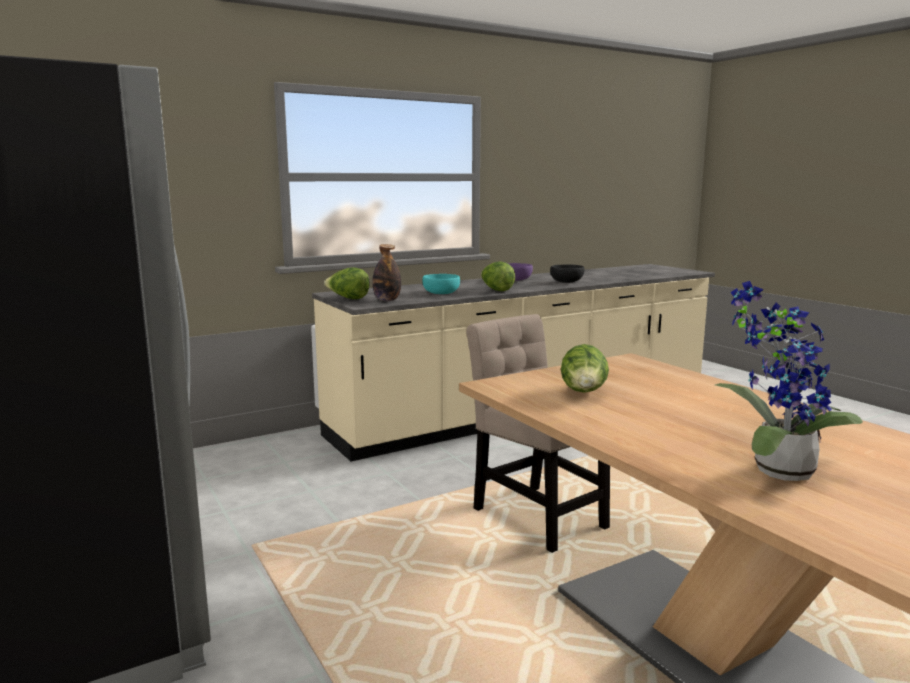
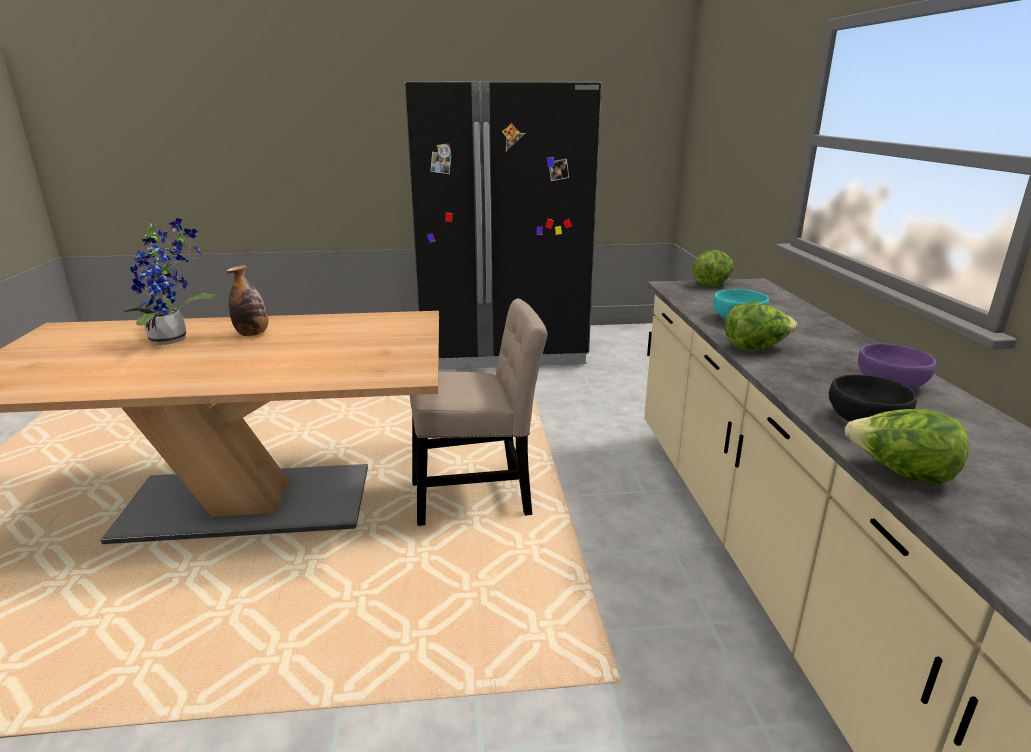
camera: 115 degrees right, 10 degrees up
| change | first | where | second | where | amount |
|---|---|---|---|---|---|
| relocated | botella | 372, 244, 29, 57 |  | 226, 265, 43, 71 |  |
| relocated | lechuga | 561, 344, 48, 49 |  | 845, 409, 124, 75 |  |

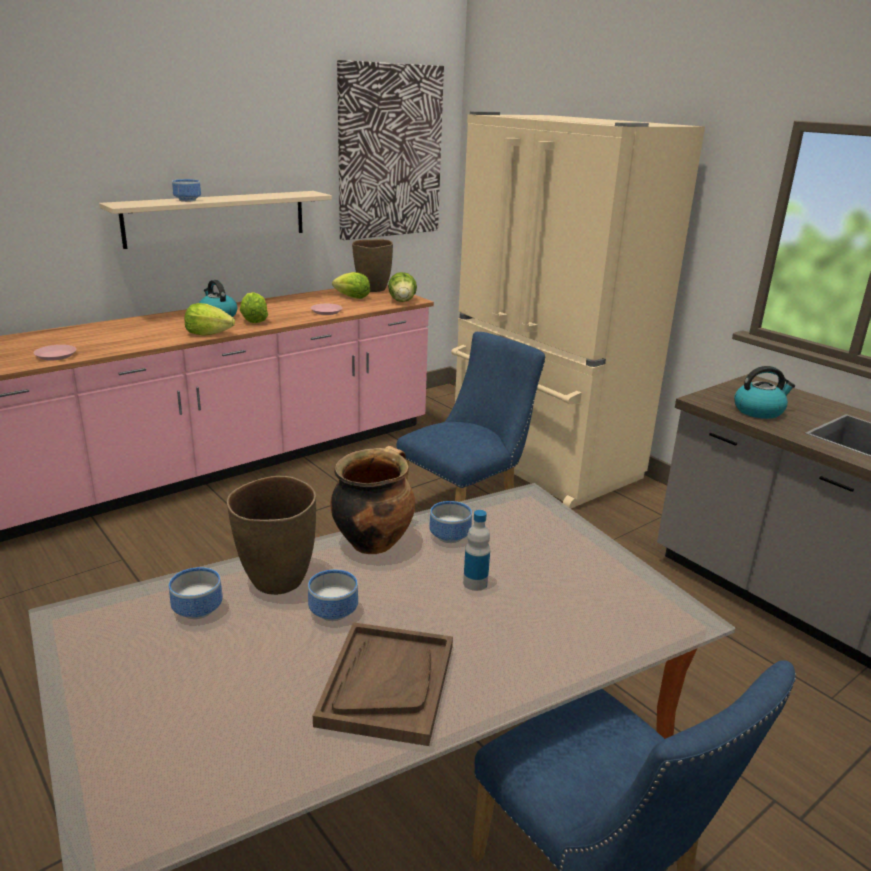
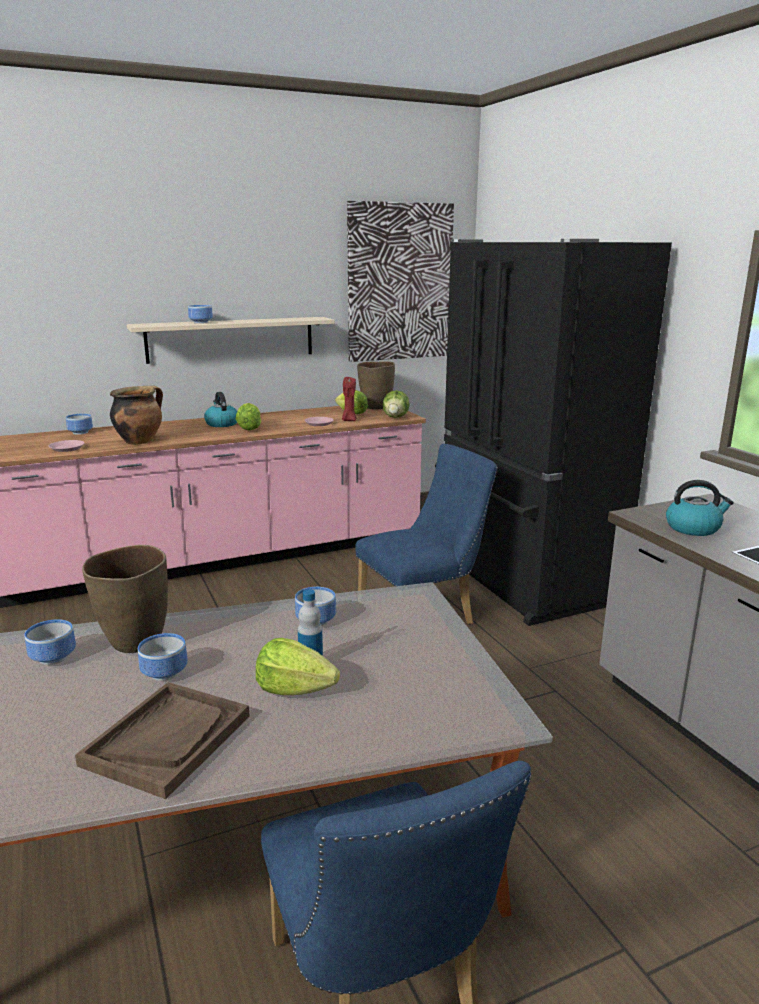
camera: 15 degrees right, 5 degrees down
| change | first | where | second | where | amount |
|---|---|---|---|---|---|
| relocated | lechuga | 185, 303, 50, 33 |  | 256, 638, 84, 57 |  |
| relocated | olla | 330, 446, 85, 108 |  | 110, 386, 53, 59 |  |
| colour | nevera/beis | 451, 111, 254, 398 | nevera/negro | 435, 239, 237, 387 |  |
| appeared |  |  | cuenco | 66, 414, 27, 21 |  |
| appeared |  |  | vela/rojo | 342, 377, 15, 44 |  |

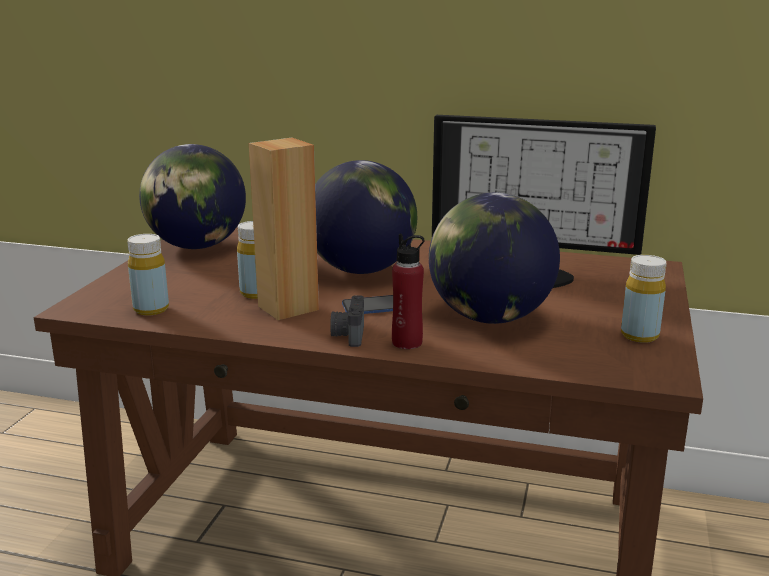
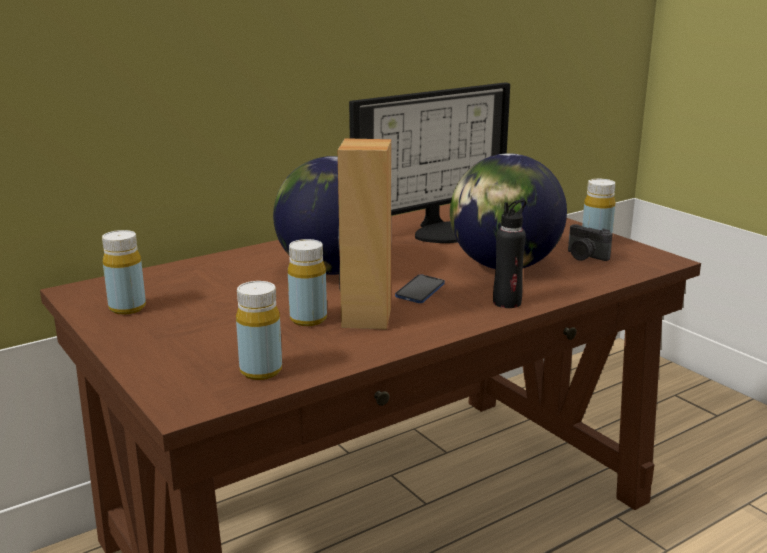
camera: 50 degrees left, 0 degrees up
| change | first | where | second | where | amount |
|---|---|---|---|---|---|
| exchanged | globo terráqueo | 139, 144, 107, 105 | botella/amarillo | 102, 230, 44, 85 |  |
| relocated | cámara | 330, 295, 34, 52 |  | 568, 224, 45, 37 |  |
| colour | botella/rojo | 392, 234, 32, 115 | botella/negro | 493, 199, 33, 109 |  |

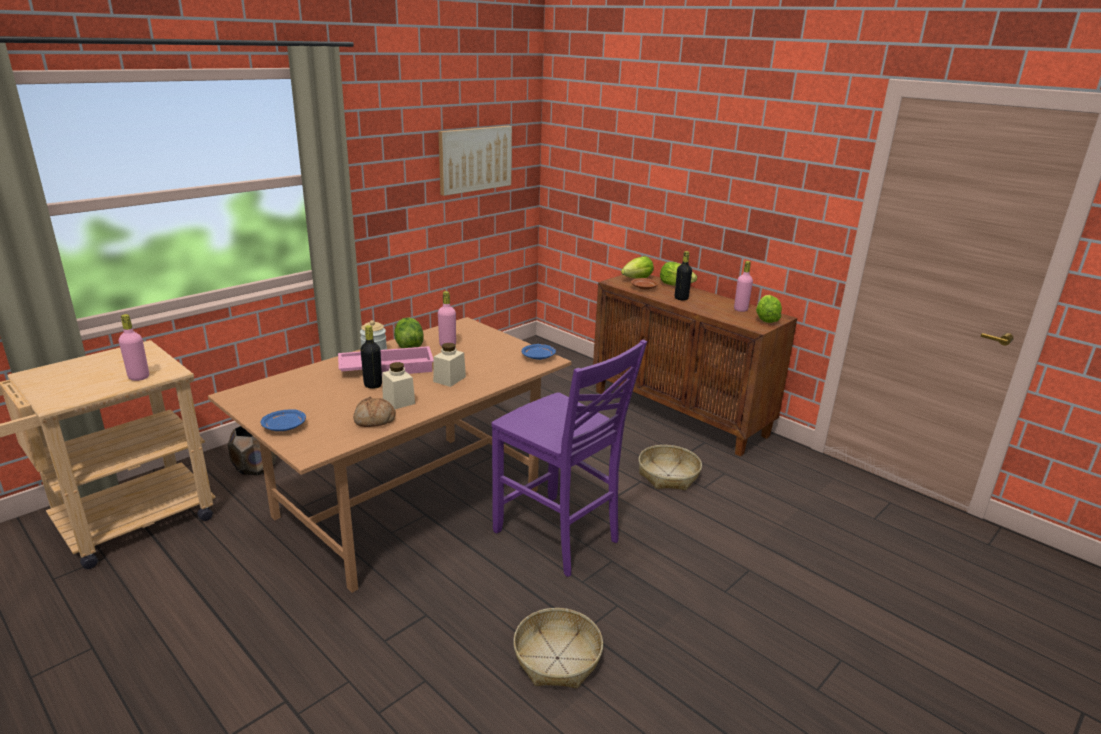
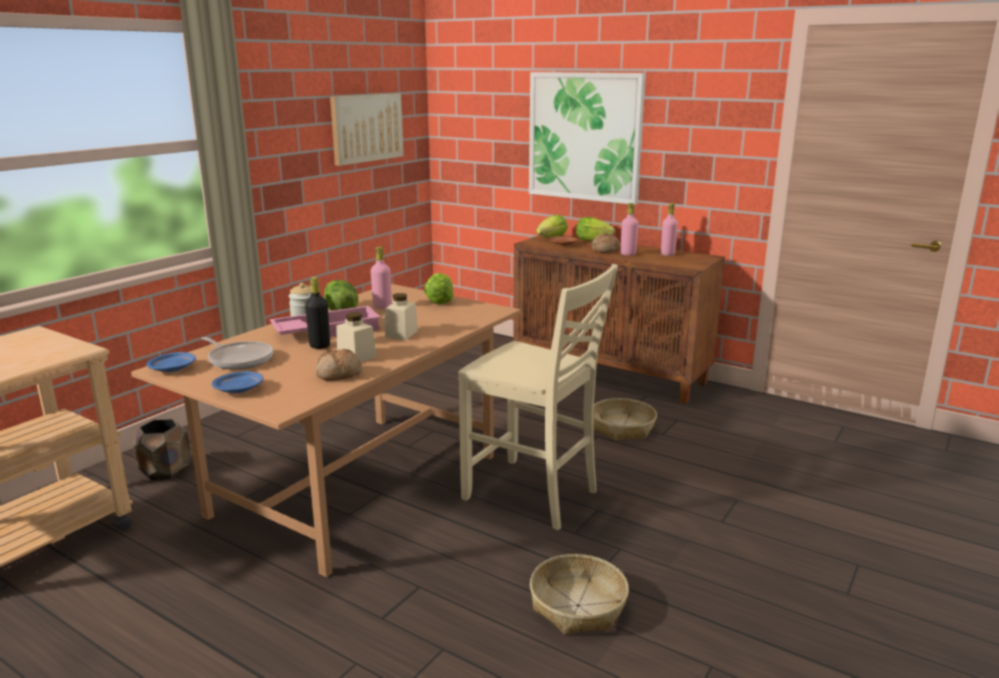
camera: 10 degrees left, 5 degrees down
| change | first | where | second | where | amount |
|---|---|---|---|---|---|
| relocated | botella/rosa | 119, 314, 30, 67 |  | 621, 203, 18, 52 |  |
| colour | silla/morado | 492, 340, 155, 237 | silla/beis | 458, 264, 160, 266 |  |
| relocated | plato/azul | 521, 344, 35, 16 |  | 146, 352, 50, 20 |  |
| exchanged | botella/negro | 675, 251, 17, 50 | pan | 592, 233, 28, 20 |  |
| relocated | lechuga | 756, 295, 26, 28 |  | 424, 273, 30, 31 |  |
| appeared |  |  | sartén | 201, 337, 72, 32 |  |
| appeared |  |  | cuadro | 529, 72, 116, 133 |  |

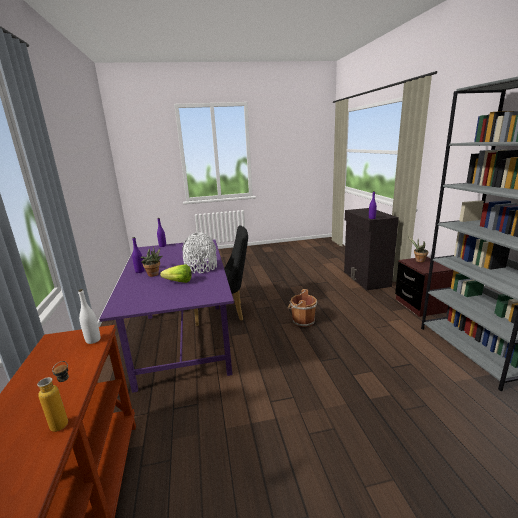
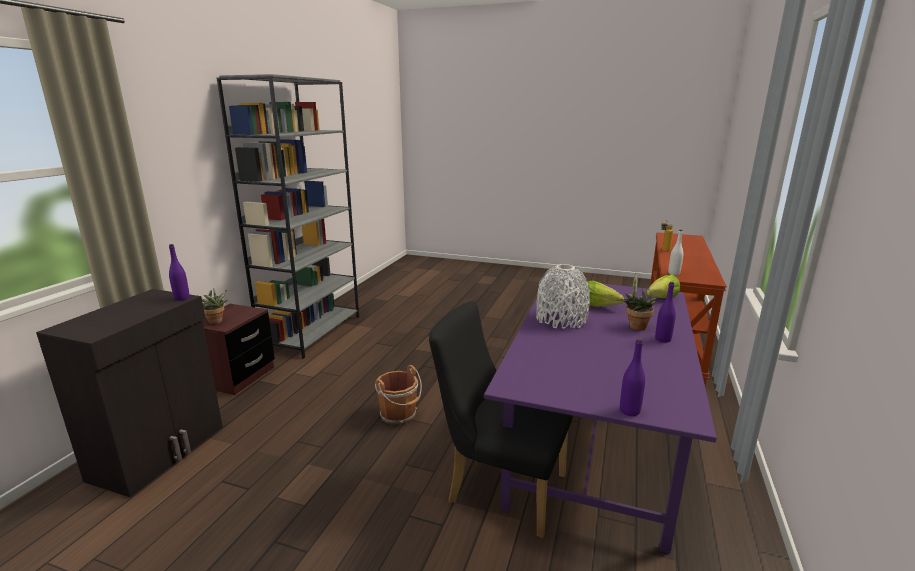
camera: 150 degrees left, 0 degrees up
| change | first | where | second | where | amount |
|---|---|---|---|---|---|
| appeared |  |  | lechuga | 647, 275, 33, 23 |  |

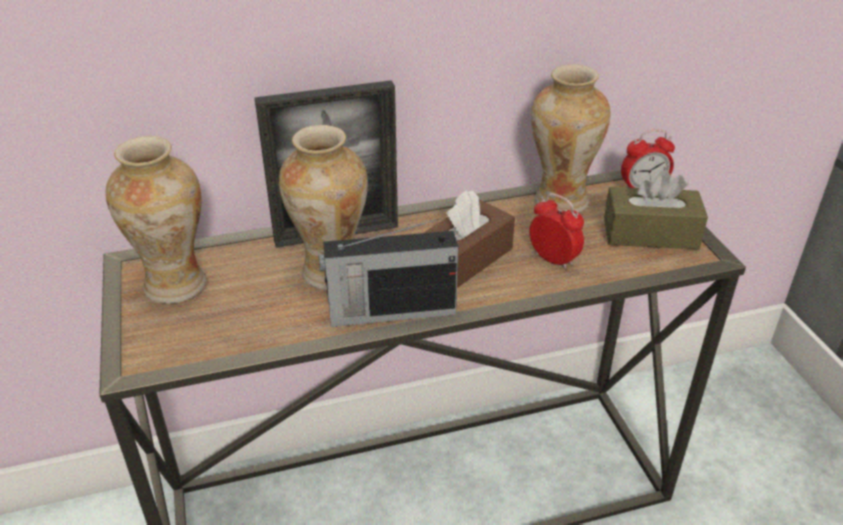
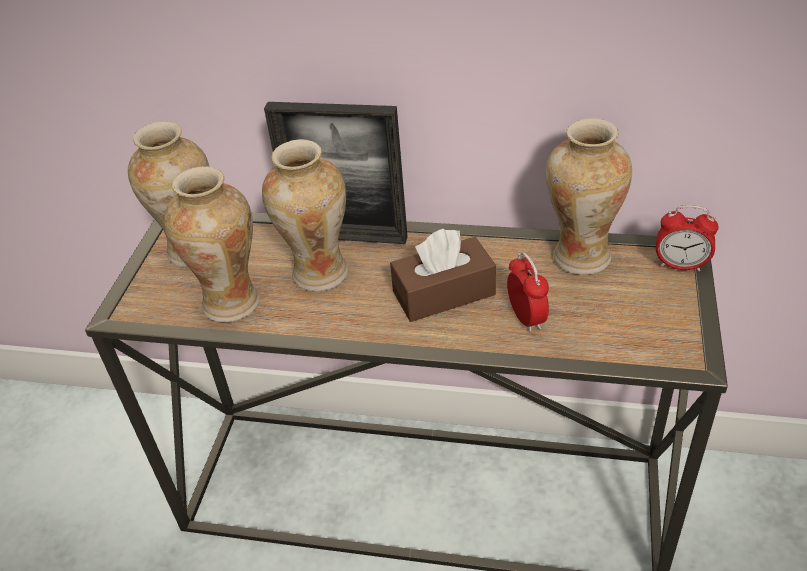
camera: 30 degrees right, 5 degrees up
| change | first | where | second | where | amount |
|---|---|---|---|---|---|
| missing | radio | 319, 219, 139, 108 |  |  |  |
| missing | caja de pañuelos/marrón | 604, 170, 104, 79 |  |  |  |
| appeared |  |  | florero | 164, 166, 96, 156 |  |

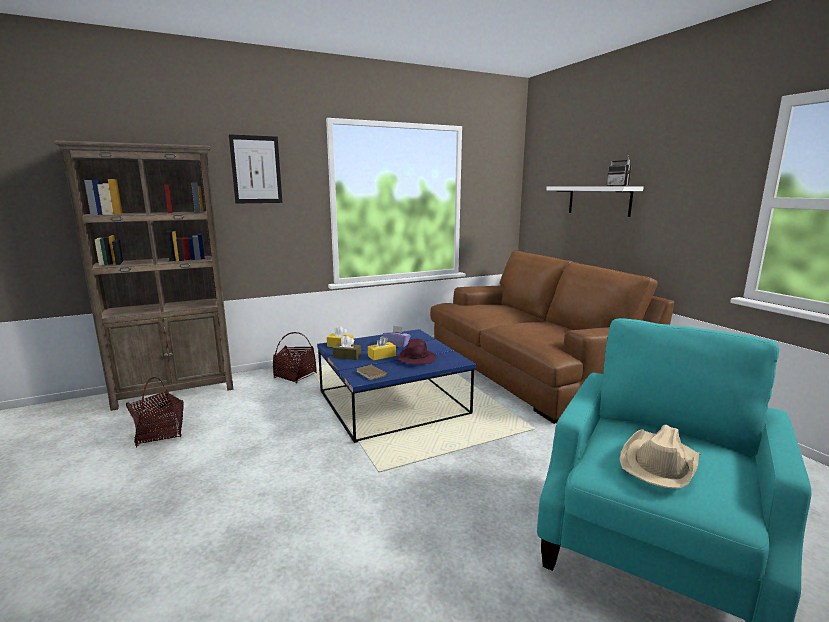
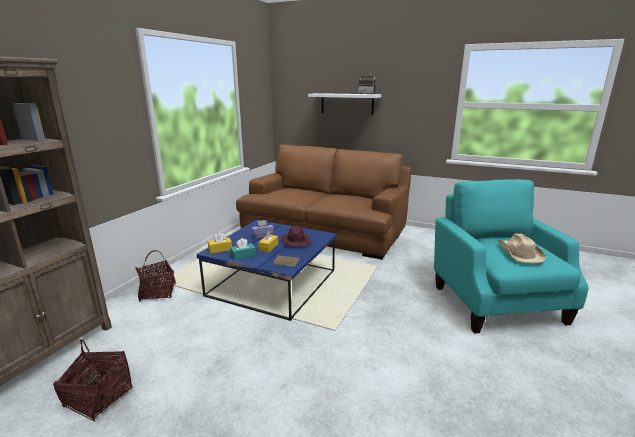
camera: 40 degrees left, 5 degrees up
| change | first | where | second | where | amount |
|---|---|---|---|---|---|
| missing | cuadro | 229, 134, 53, 70 |  |  |  |
| colour | caja de pañuelos/marrón | 333, 336, 28, 24 | caja de pañuelos/turquesa | 230, 238, 26, 23 |  |

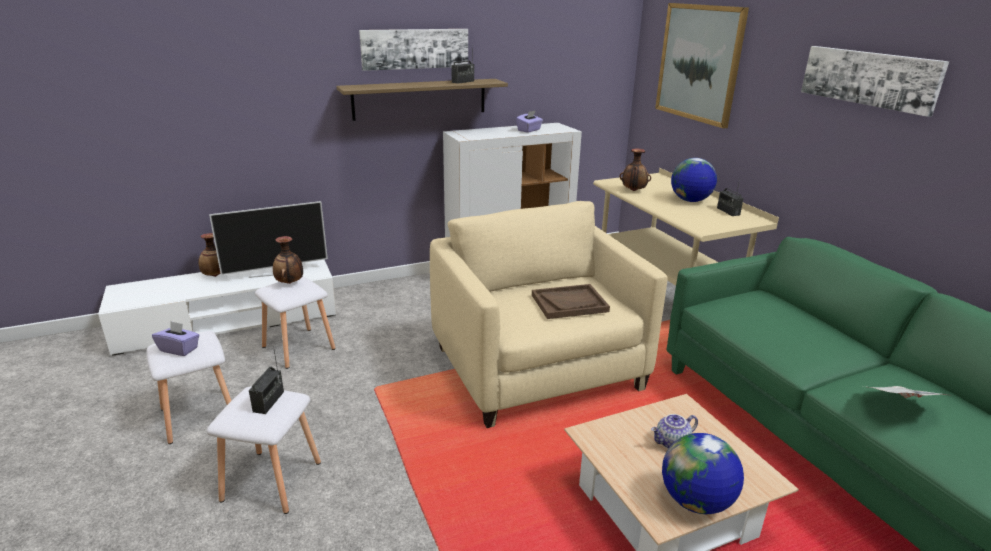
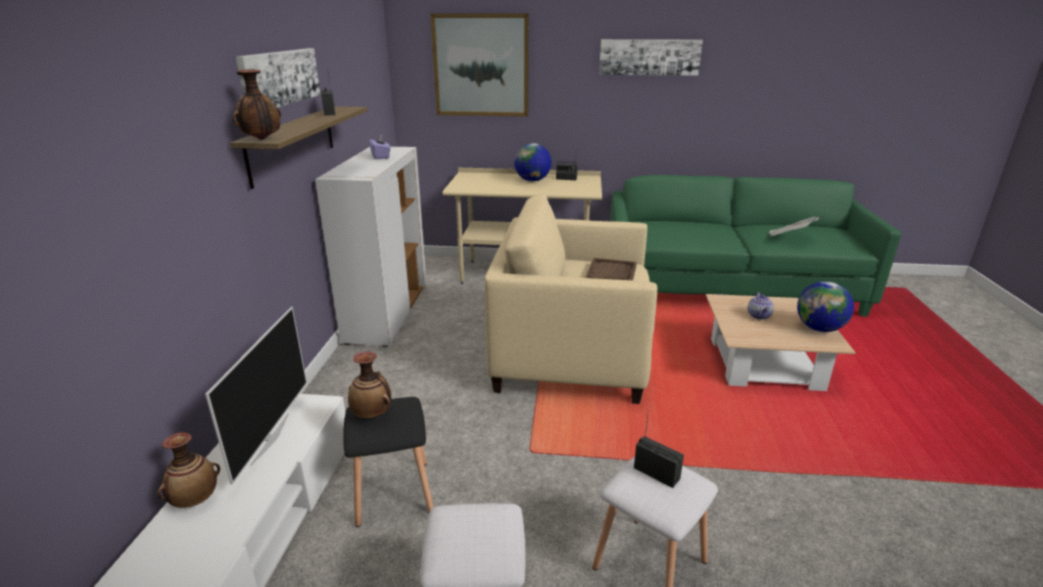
camera: 60 degrees left, 0 degrees up
| change | first | where | second | where | amount |
|---|---|---|---|---|---|
| missing | caja de pañuelos/morado | 152, 321, 47, 35 |  |  |  |
| colour | taburete/blanco | 255, 276, 80, 93 | taburete/negro | 343, 397, 90, 130 |  |
| relocated | florero | 619, 149, 32, 42 |  | 232, 70, 49, 70 |  |

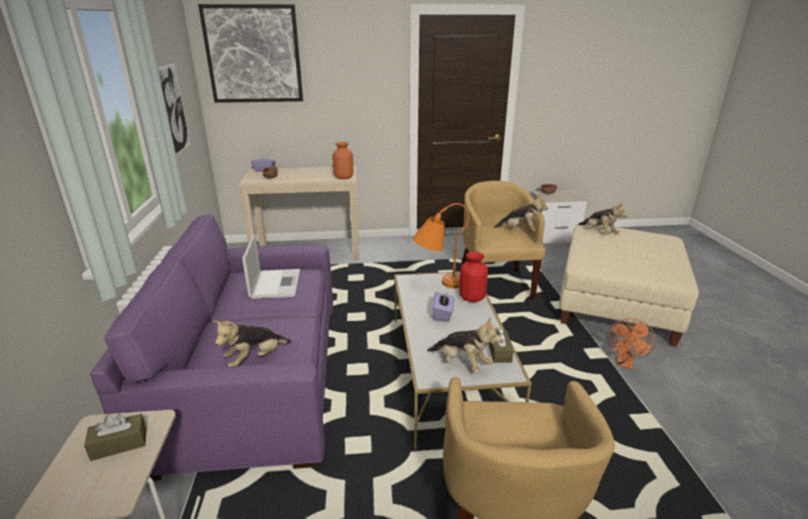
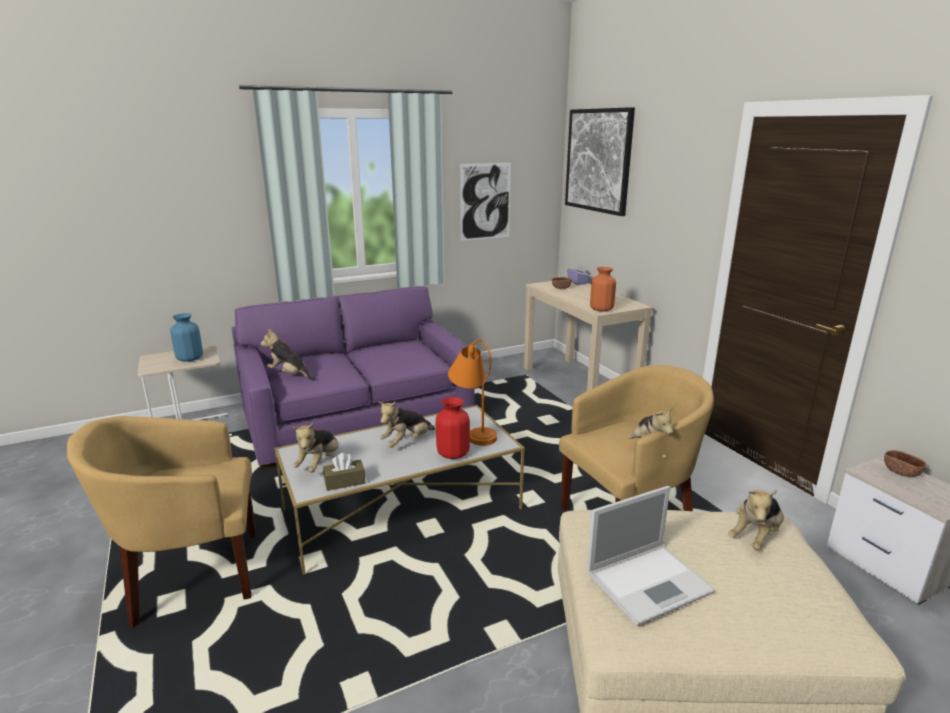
camera: 70 degrees right, 5 degrees down
| change | first | where | second | where | amount |
|---|---|---|---|---|---|
| exchanged | caja de pañuelos/marrón | 84, 414, 63, 47 | florero/azul | 170, 313, 33, 49 |  |
| relocated | portátil | 242, 235, 58, 64 |  | 587, 486, 128, 140 |  |
| exchanged | caja de pañuelos/morado | 432, 292, 22, 29 | peluche | 378, 402, 57, 45 |  |
| missing | ventilador/naranja | 608, 319, 48, 50 |  |  |  |

